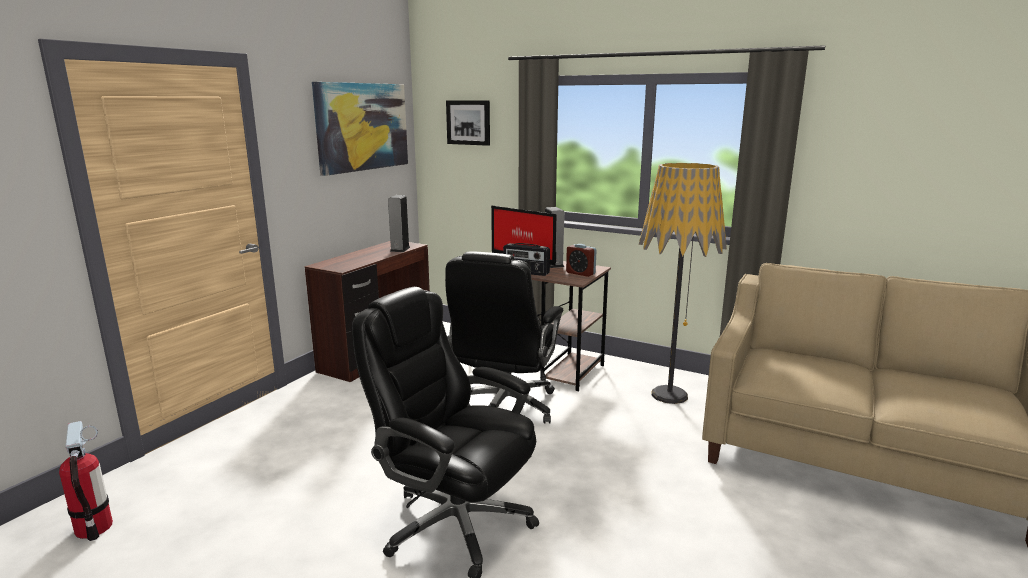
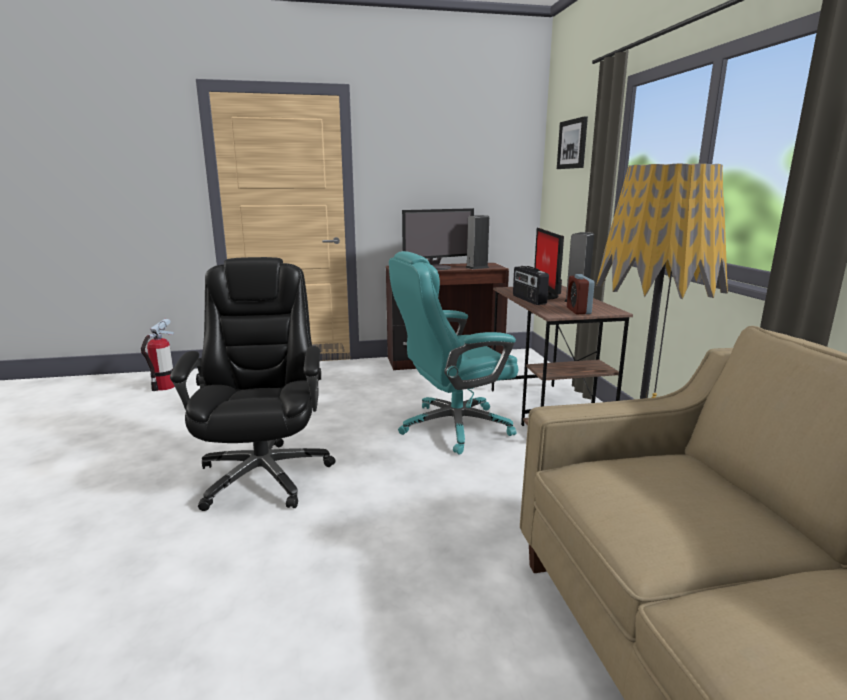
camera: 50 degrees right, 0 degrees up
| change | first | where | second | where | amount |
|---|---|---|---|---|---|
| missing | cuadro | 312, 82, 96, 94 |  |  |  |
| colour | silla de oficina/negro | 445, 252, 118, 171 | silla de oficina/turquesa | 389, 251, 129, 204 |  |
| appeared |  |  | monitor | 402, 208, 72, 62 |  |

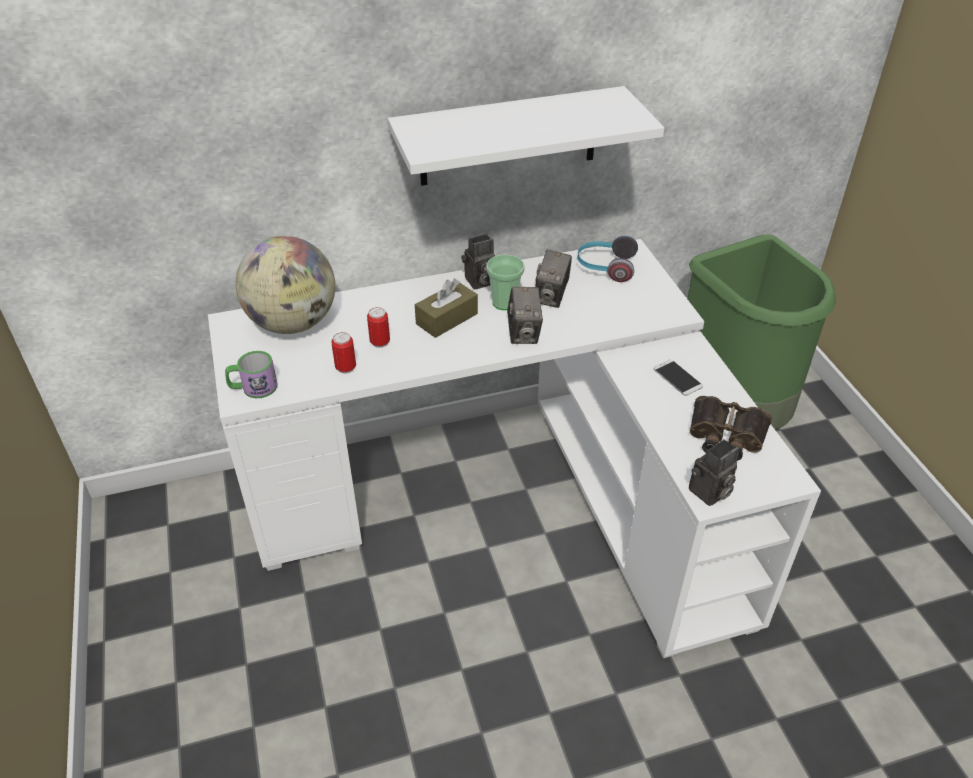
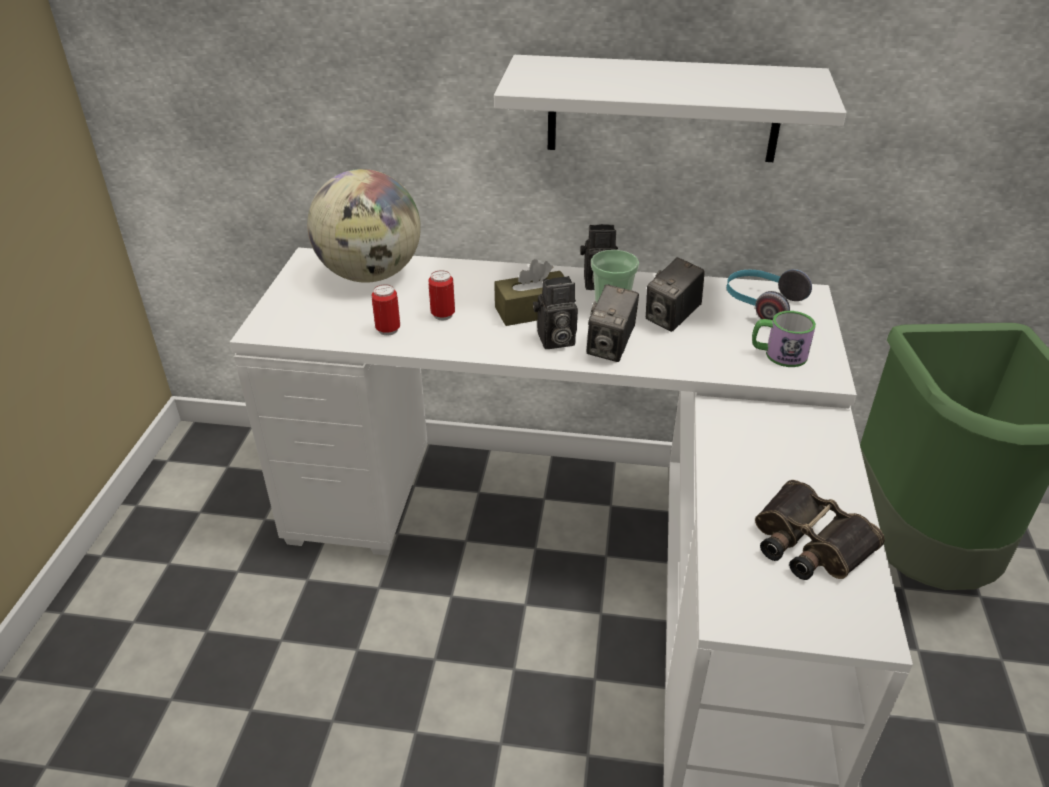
camera: 25 degrees right, 5 degrees down
| change | first | where | second | where | amount |
|---|---|---|---|---|---|
| relocated | taza grande | 225, 351, 53, 47 |  | 752, 311, 64, 56 |  |
| missing | móvil | 654, 360, 49, 36 |  |  |  |
| relocated | cámara | 689, 439, 50, 67 |  | 533, 276, 45, 73 |  |

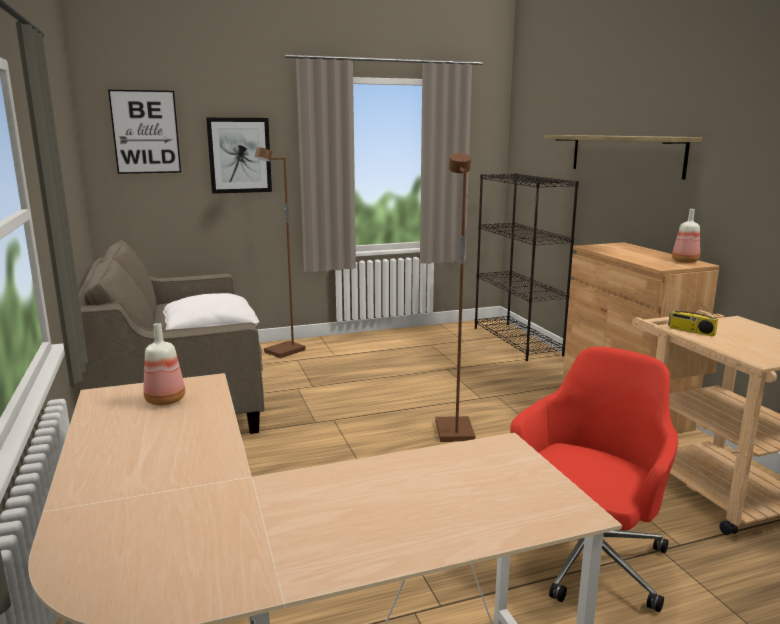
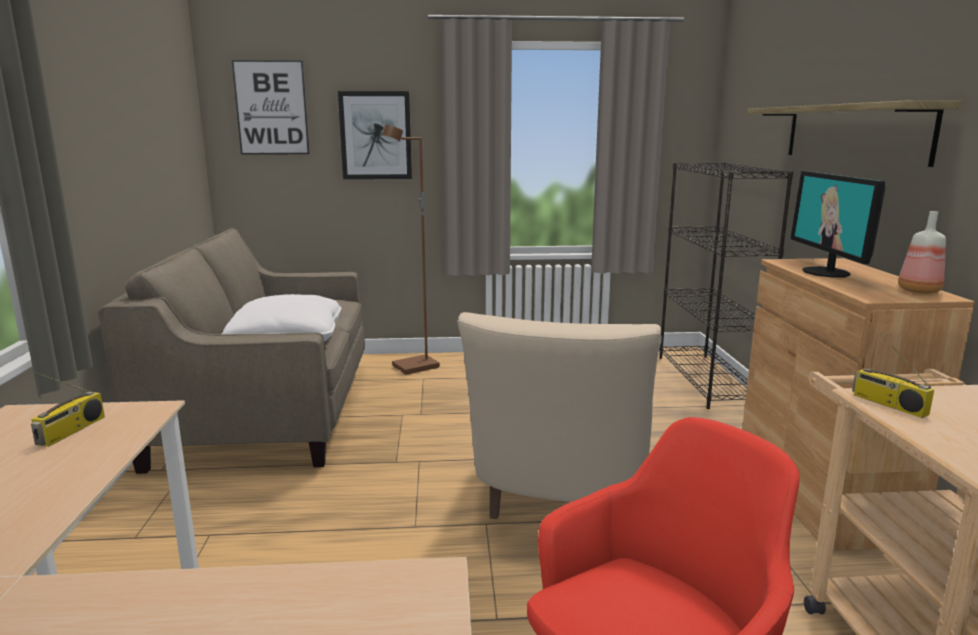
camera: 15 degrees right, 0 degrees up
| change | first | where | second | where | amount |
|---|---|---|---|---|---|
| exchanged | botella | 144, 323, 41, 82 | radio | 31, 372, 74, 75 |  |
| exchanged | lámpara de pie/marrón | 435, 153, 40, 289 | sillón/beis | 457, 312, 205, 207 |  |
| appeared |  |  | monitor | 791, 171, 94, 107 |  |

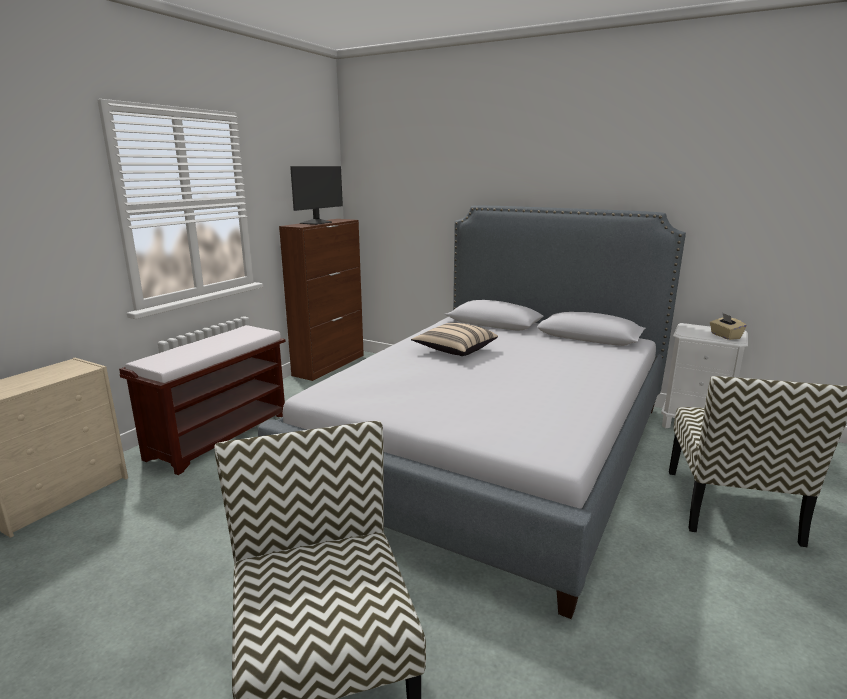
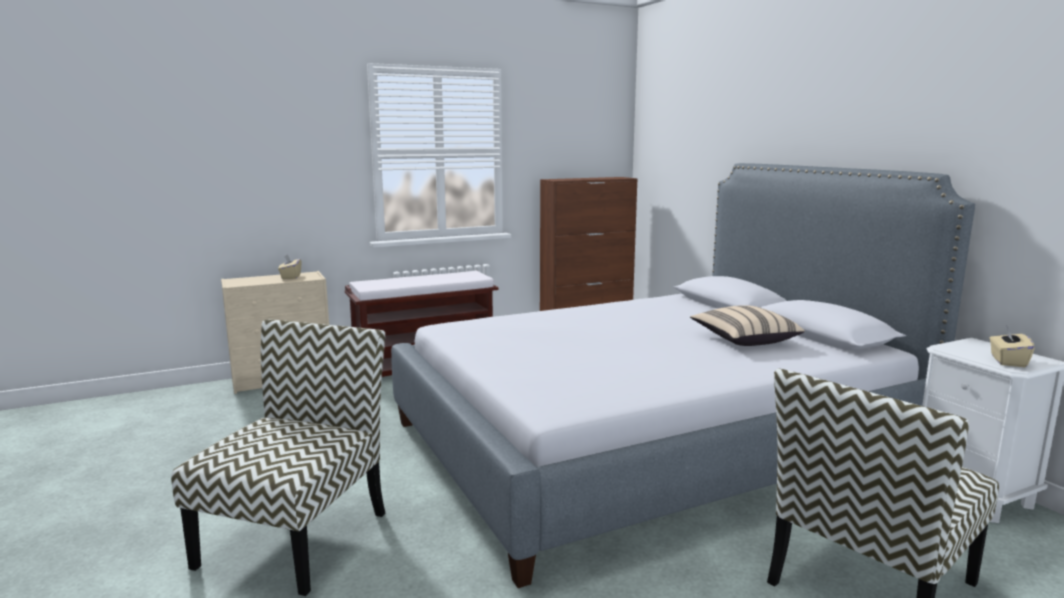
camera: 35 degrees right, 5 degrees down
| change | first | where | second | where | amount |
|---|---|---|---|---|---|
| missing | monitor | 290, 166, 53, 59 |  |  |  |
| relocated | cojín/beis | 411, 323, 87, 33 |  | 690, 305, 115, 41 |  |
| appeared |  |  | caja de pañuelos/beis | 278, 254, 23, 25 |  |

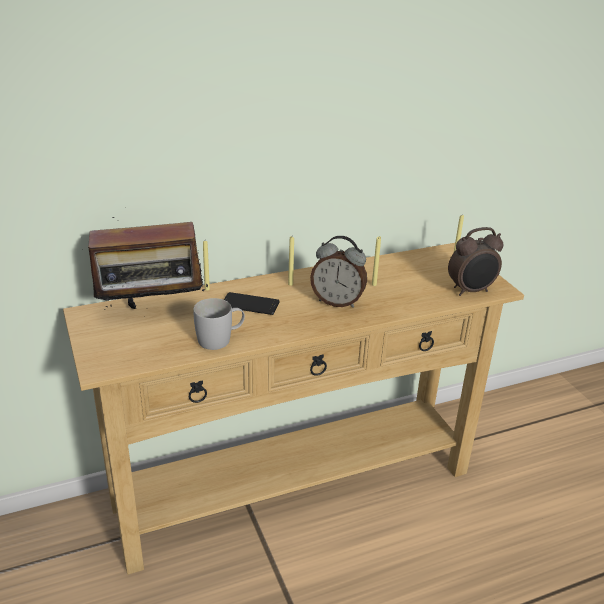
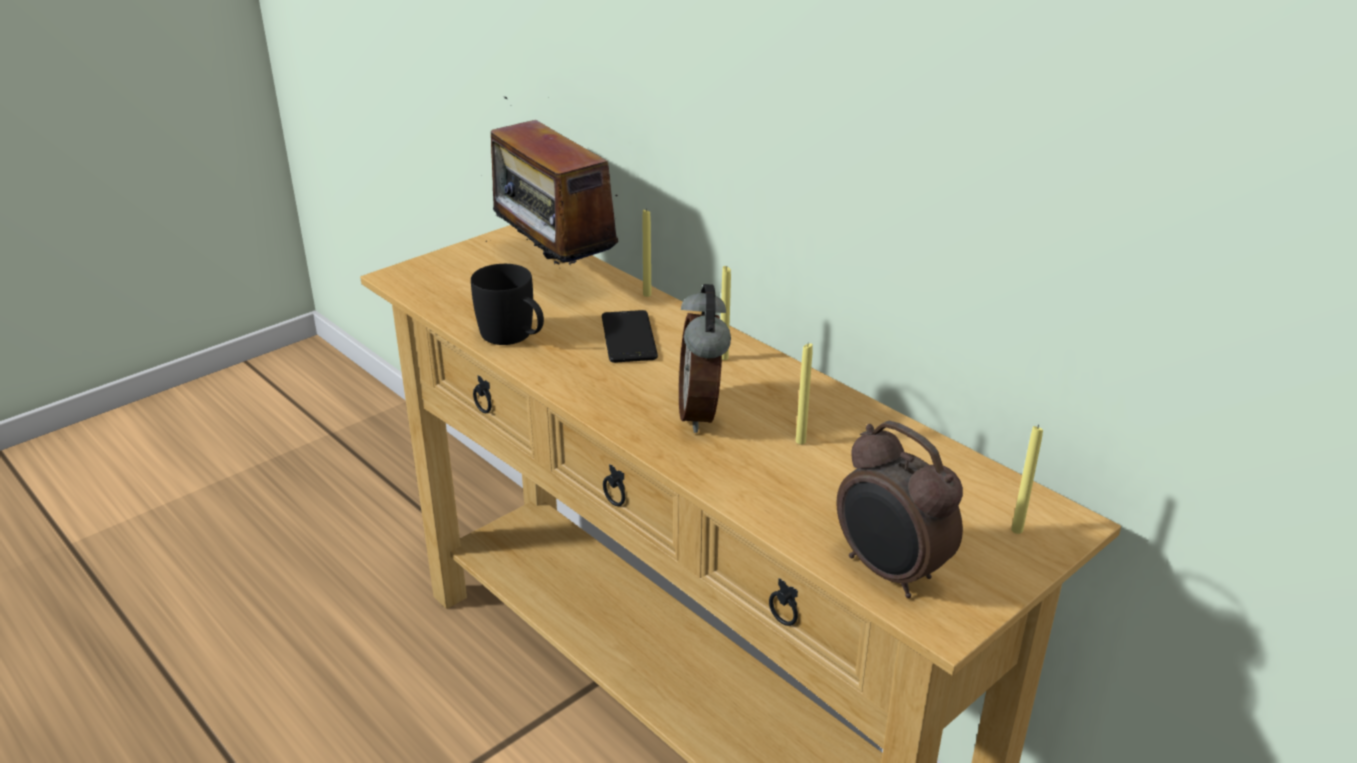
camera: 70 degrees right, 0 degrees up
| change | first | where | second | where | amount |
|---|---|---|---|---|---|
| colour | taza grande/blanco | 193, 298, 52, 52 | taza grande/negro | 471, 264, 73, 81 |  |

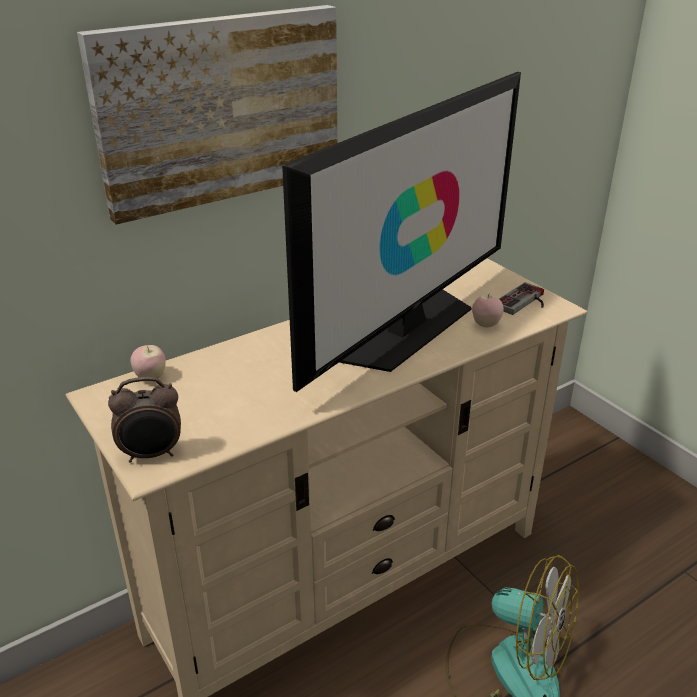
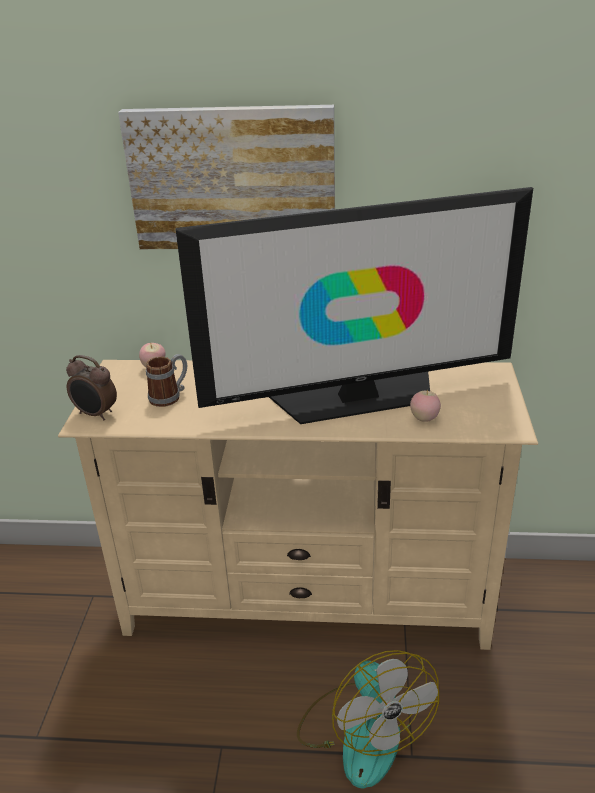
camera: 40 degrees right, 0 degrees up
| change | first | where | second | where | amount |
|---|---|---|---|---|---|
| missing | mando de consola | 499, 282, 45, 33 |  |  |  |
| appeared |  |  | taza grande | 146, 354, 41, 53 |  |

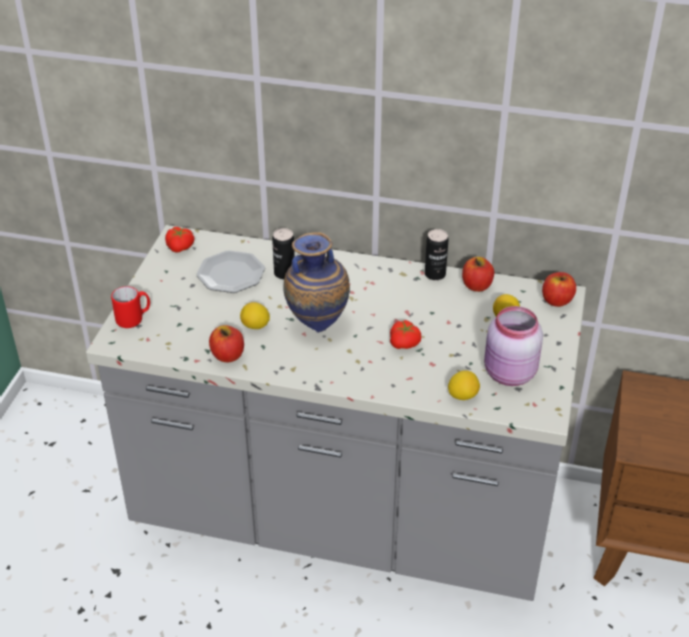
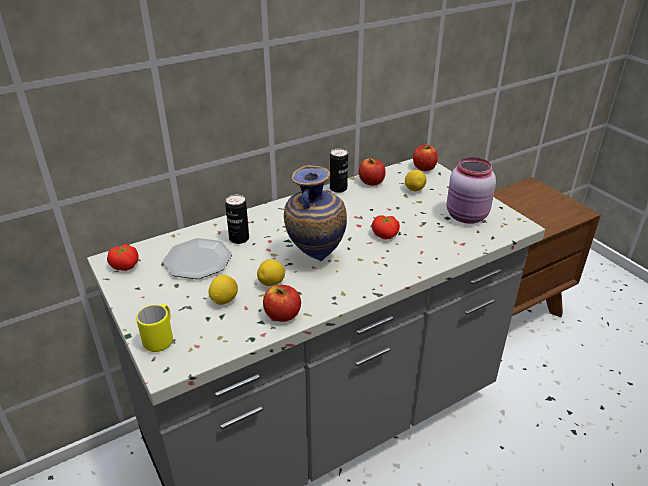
camera: 45 degrees left, 5 degrees down
| change | first | where | second | where | amount |
|---|---|---|---|---|---|
| colour | taza grande/rojo | 111, 286, 39, 42 | taza grande/amarillo | 136, 304, 37, 48 |  |
| relocated | limón | 448, 370, 32, 30 |  | 208, 275, 30, 30 |  |

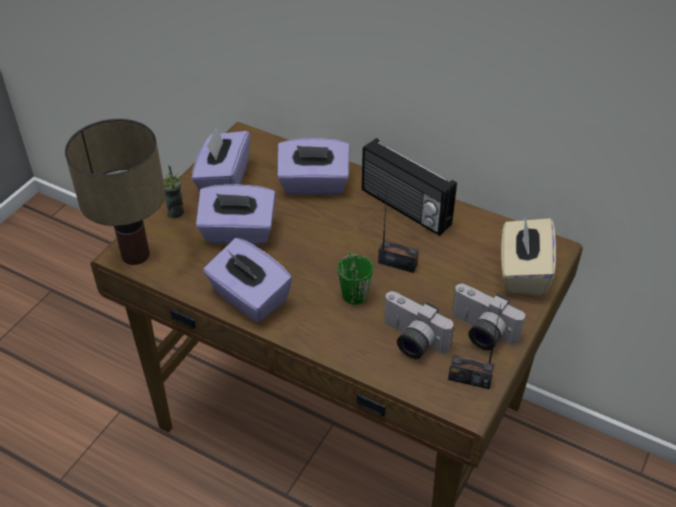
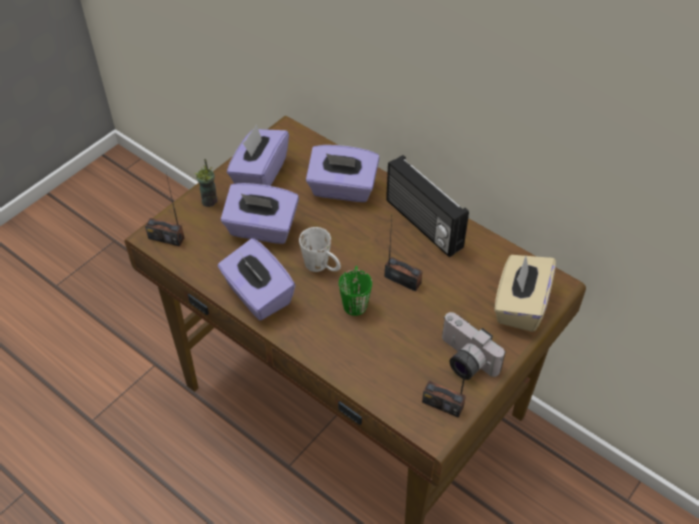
camera: 10 degrees right, 5 degrees up
| change | first | where | second | where | amount |
|---|---|---|---|---|---|
| exchanged | lámpara de mesa | 65, 119, 100, 146 | radio | 145, 174, 39, 73 |  |
| missing | cámara | 384, 291, 70, 68 |  |  |  |
| appeared |  |  | taza grande/blanco | 299, 227, 42, 45 |  |

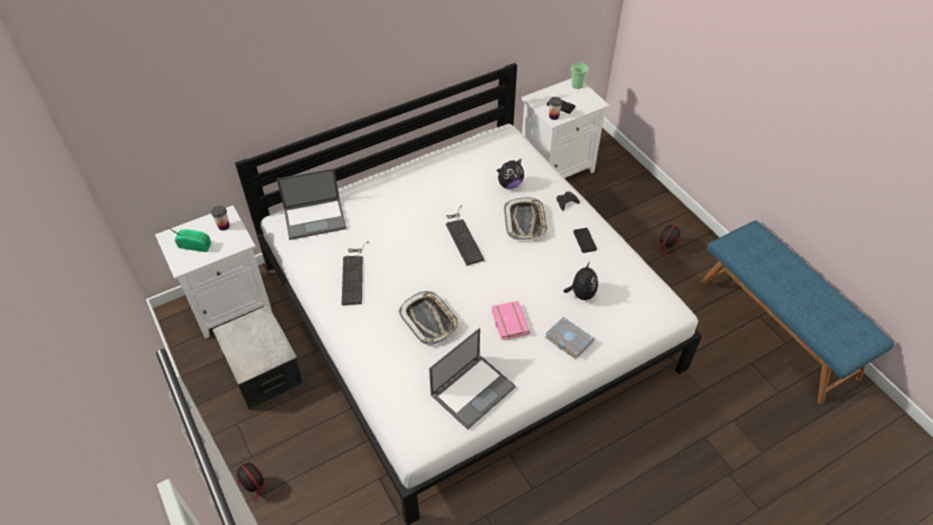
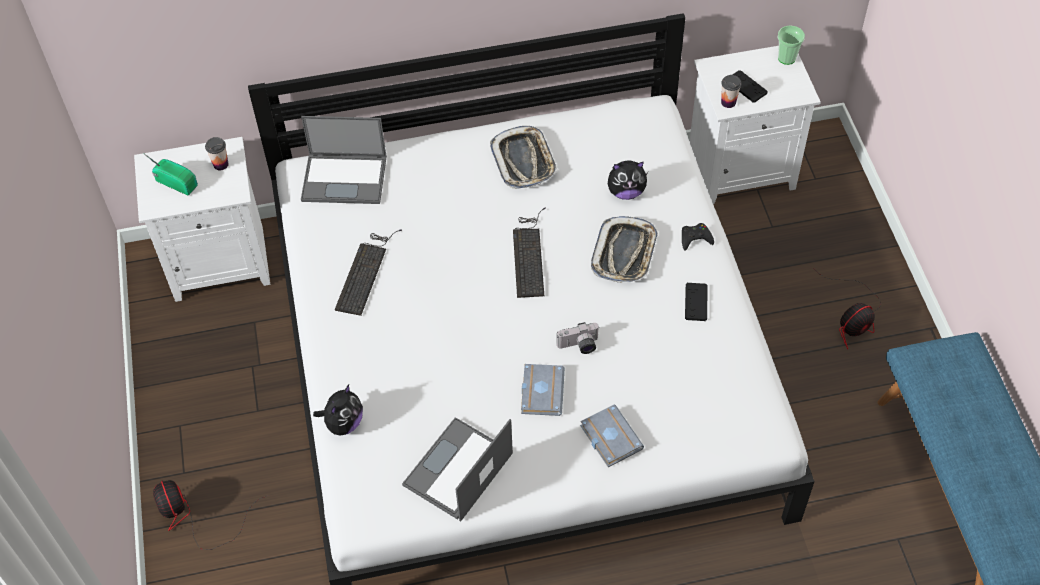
camera: 20 degrees right, 5 degrees up
| change | first | where | second | where | amount |
|---|---|---|---|---|---|
| missing | caja de almacenaje | 212, 305, 92, 105 |  |  |  |
| relocated | bandeja | 398, 291, 62, 54 |  | 490, 126, 68, 63 |  |
| spun | portátil | 429, 328, 87, 102 |  | 402, 417, 111, 104 | 150 degrees clockwise |
| colour | libro/rosa | 491, 301, 39, 39 | libro/gris | 521, 364, 44, 52 |  |
| relocated | peluche | 563, 262, 35, 38 |  | 313, 384, 50, 52 |  |
| appeared |  |  | cámara | 557, 322, 43, 32 |  |

